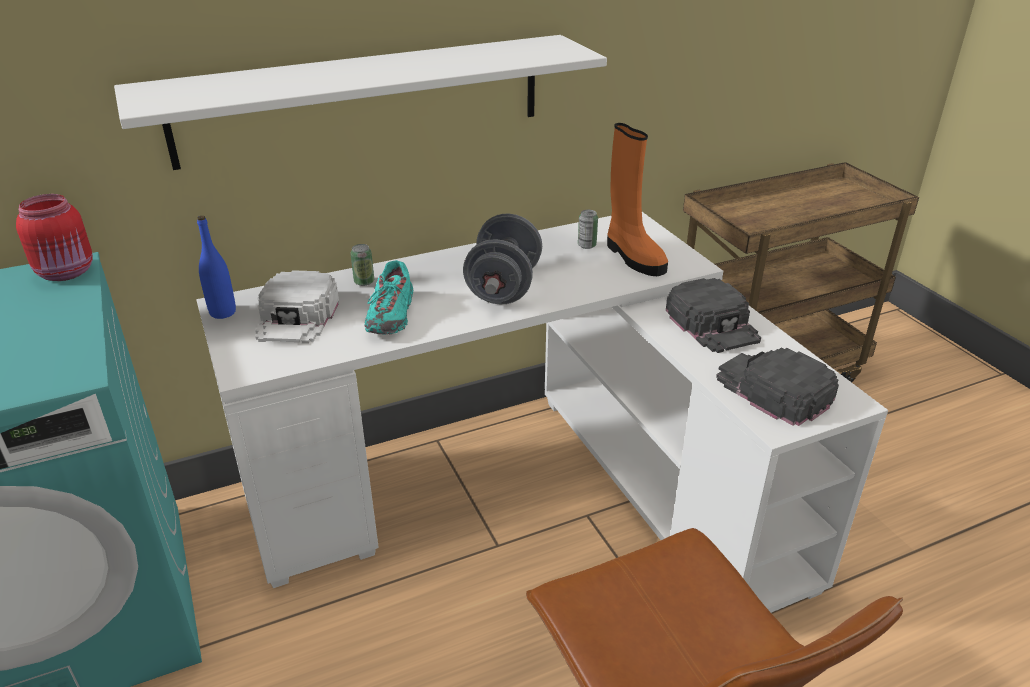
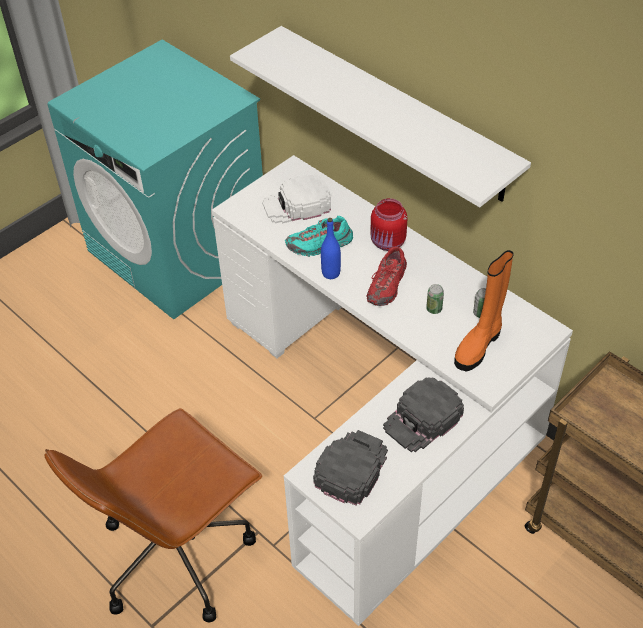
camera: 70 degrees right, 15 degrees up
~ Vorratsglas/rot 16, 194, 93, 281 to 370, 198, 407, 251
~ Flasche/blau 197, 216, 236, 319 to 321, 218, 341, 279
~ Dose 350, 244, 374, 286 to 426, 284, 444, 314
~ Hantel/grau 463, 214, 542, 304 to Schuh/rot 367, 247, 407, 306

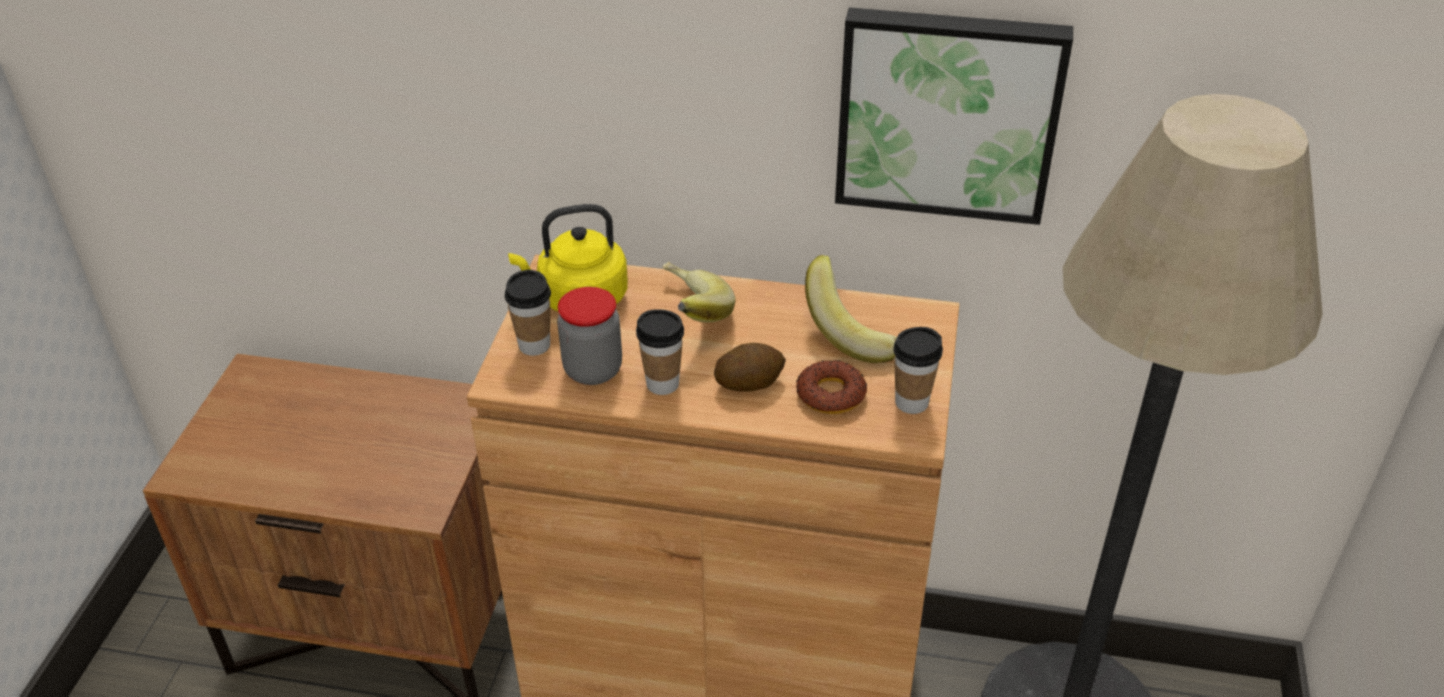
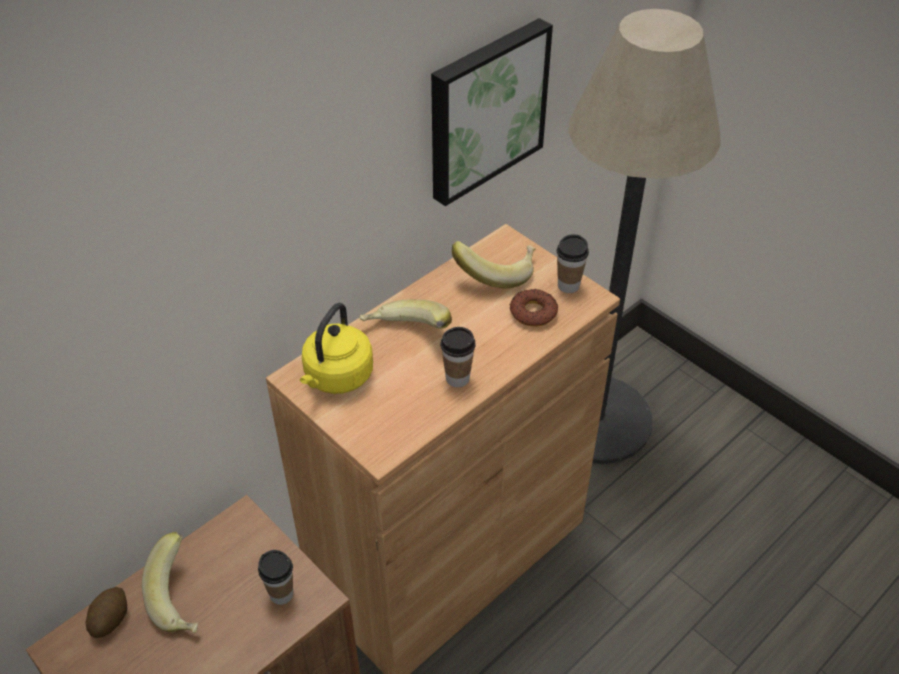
camera: 55 degrees left, 5 degrees up
~ Tasse 505, 270, 551, 356 to 258, 550, 293, 605
- Vorratsglas 557, 287, 622, 385
~ Kartoffel 714, 343, 786, 392 to 86, 587, 127, 638
+ Banane 142, 532, 198, 633

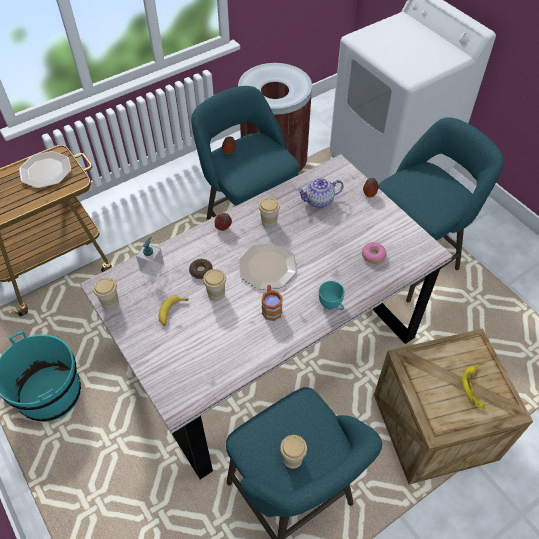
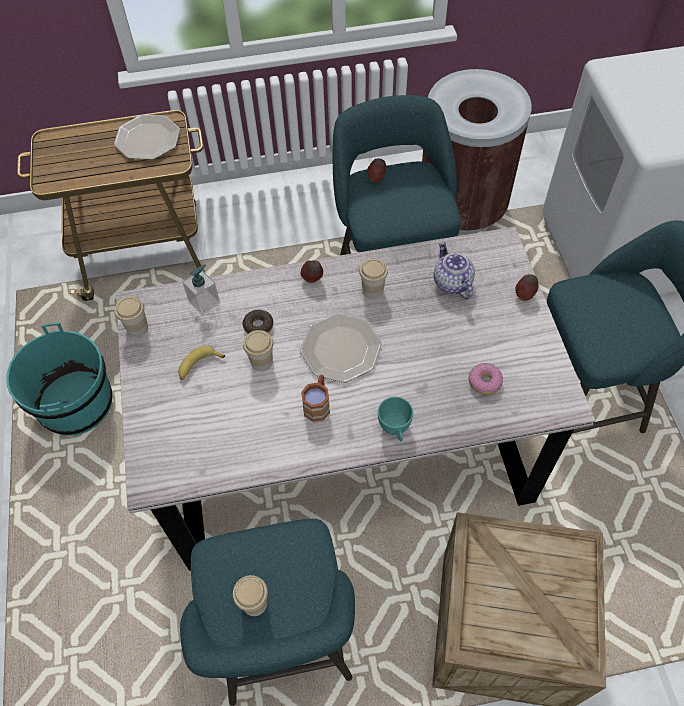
camera: 25 degrees right, 5 degrees up
~ Teekanne 297, 178, 343, 208 = 434, 240, 475, 299 60 degrees clockwise
- Banane 462, 365, 487, 409

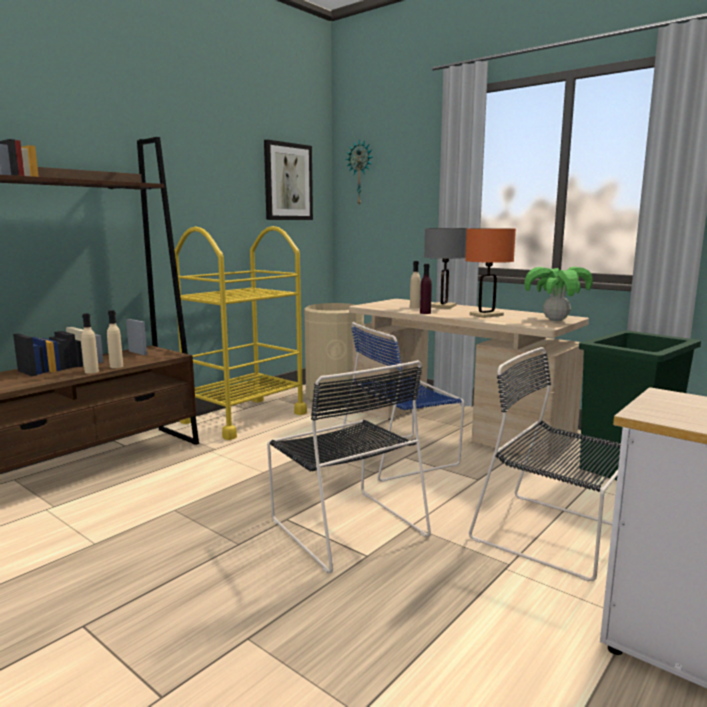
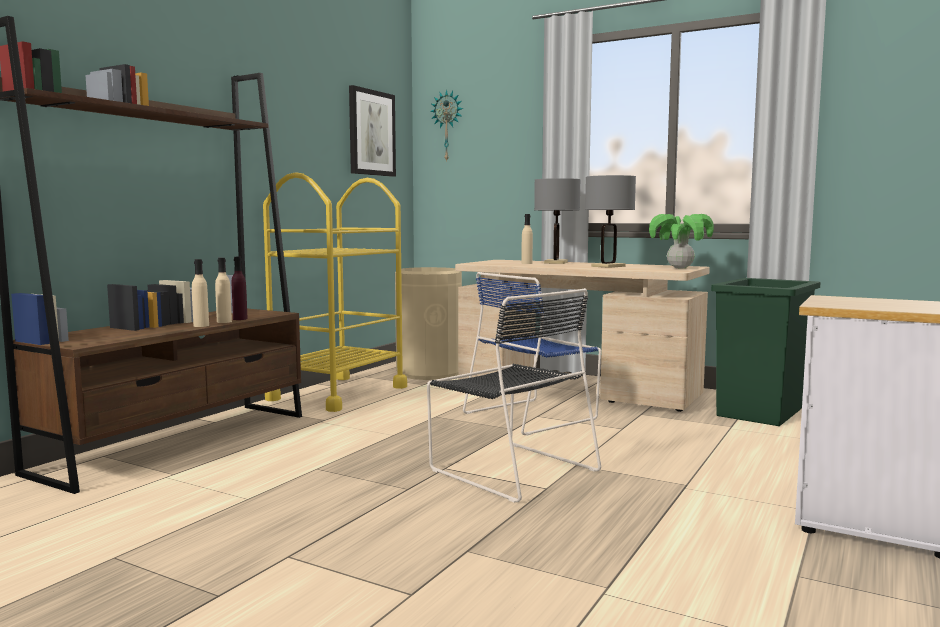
camera: 10 degrees left, 5 degrees down
~ Flasche/lila 420, 264, 432, 314 to 232, 257, 247, 320
~ Tischlampe/orange 465, 228, 516, 318 to Tischlampe/grau 585, 175, 636, 268
- Stuhl/schwarz 469, 347, 621, 581

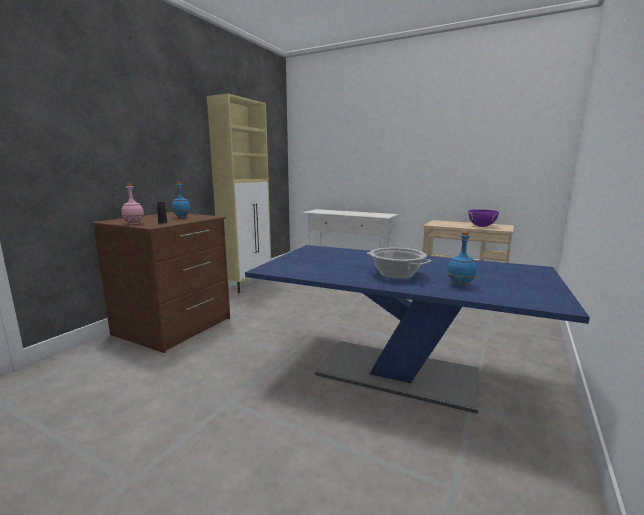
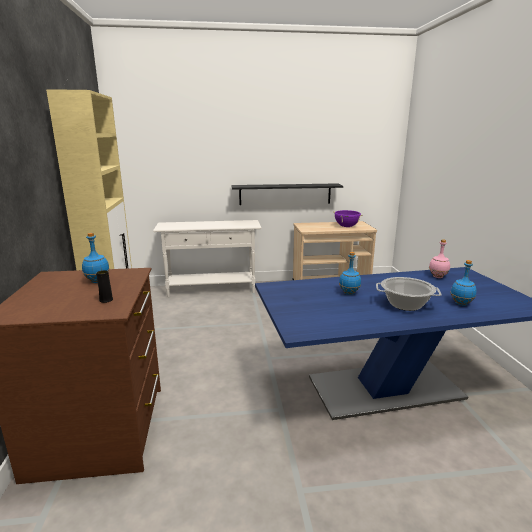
camera: 35 degrees left, 5 degrees up
~ Flasche/rosa 122, 184, 144, 225 to 429, 239, 450, 278
+ Wandregal/schwarz 231, 183, 343, 205
+ Flasche/blau 339, 252, 361, 295

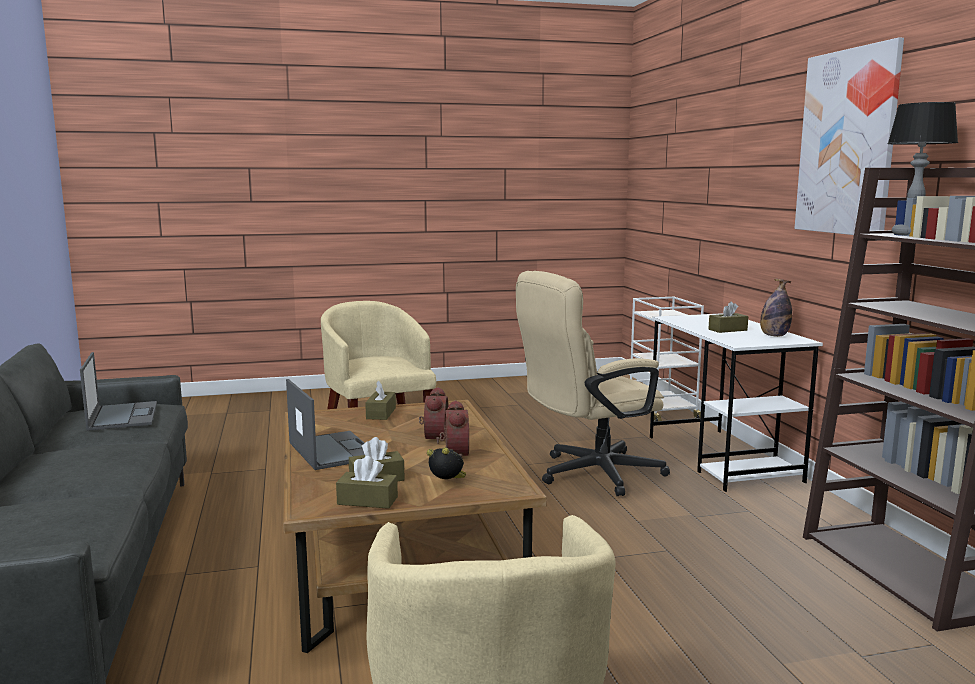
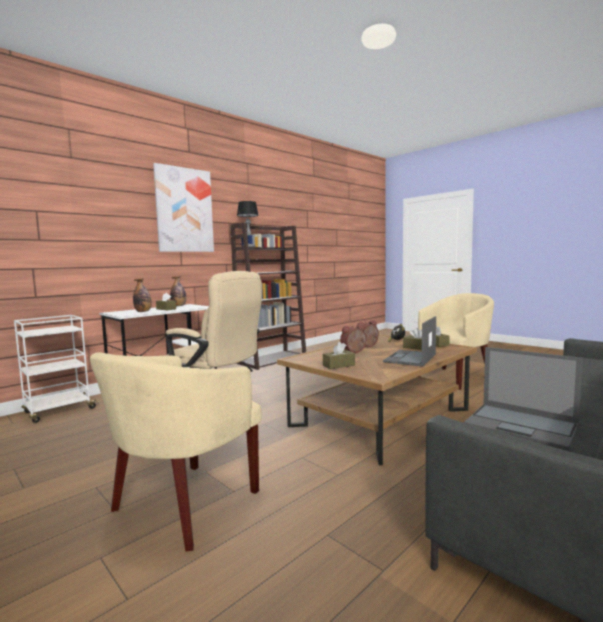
camera: 120 degrees left, 5 degrees down
~ Laptop 80, 352, 157, 431 = 464, 347, 583, 450 90 degrees counterclockwise
+ Flasche 133, 278, 152, 312

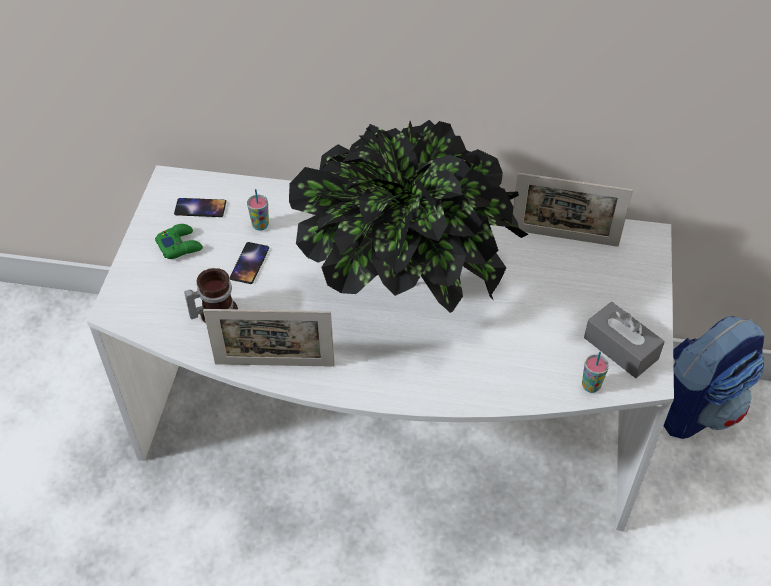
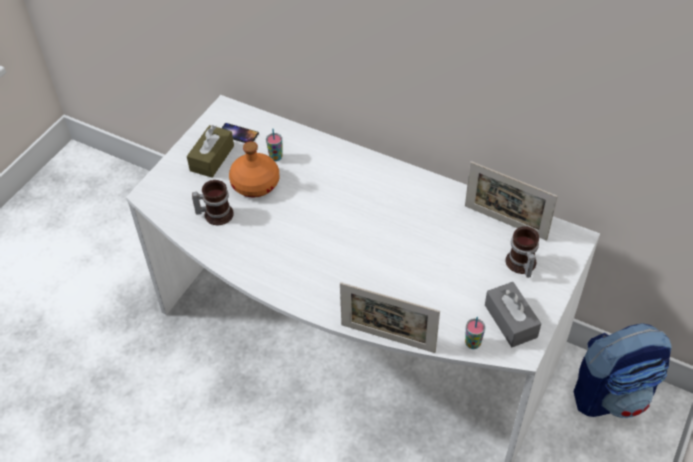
camera: 20 degrees right, 0 degrees up
~ Gamepad/grün 155, 224, 203, 259 to Taschentuchbox/braun 187, 125, 234, 178
~ Bilderrahmen 203, 309, 335, 367 to 340, 282, 440, 353
~ Handy 229, 242, 269, 284 to Flasche/orange 229, 141, 279, 198
- Topfpflanze 289, 120, 528, 313
+ Henkelbecher 506, 226, 539, 278

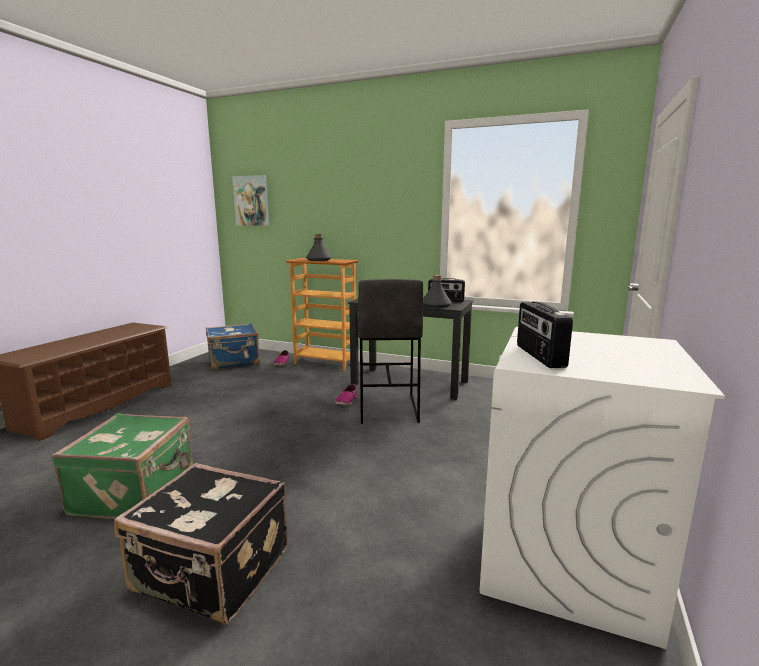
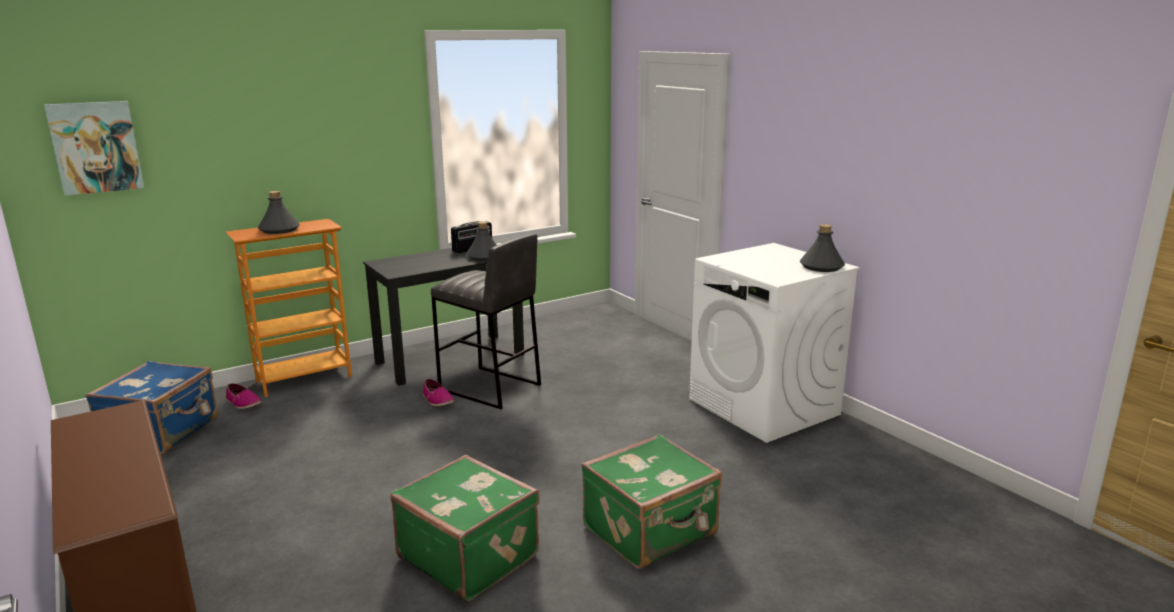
camera: 55 degrees left, 5 degrees up
~ Koffer/schwarz 114, 463, 288, 624 to Koffer/grün 581, 434, 722, 569
- Radio 517, 301, 573, 368
+ Flasche/grau 800, 224, 845, 272

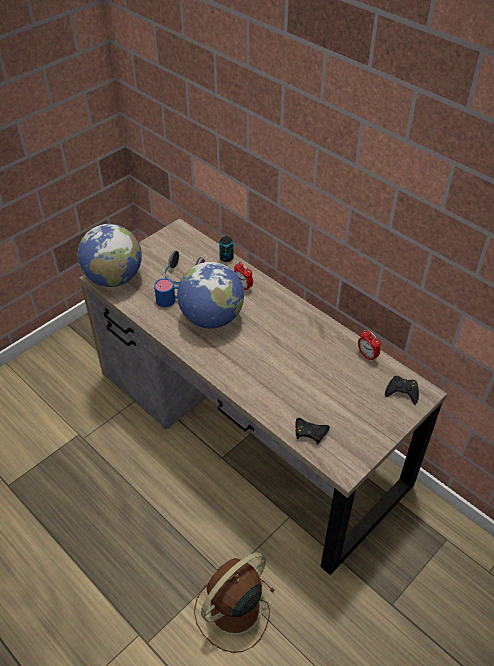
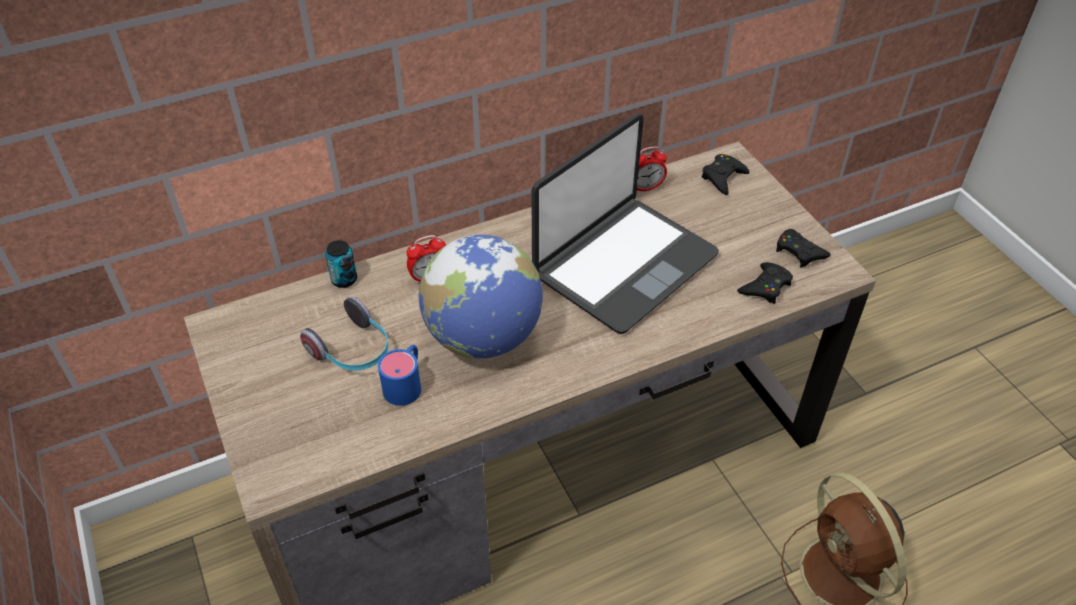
camera: 70 degrees left, 0 degrees up
- Globus 77, 224, 142, 287
+ Laptop 531, 114, 719, 334
+ Gamepad/schwarz 776, 229, 831, 268

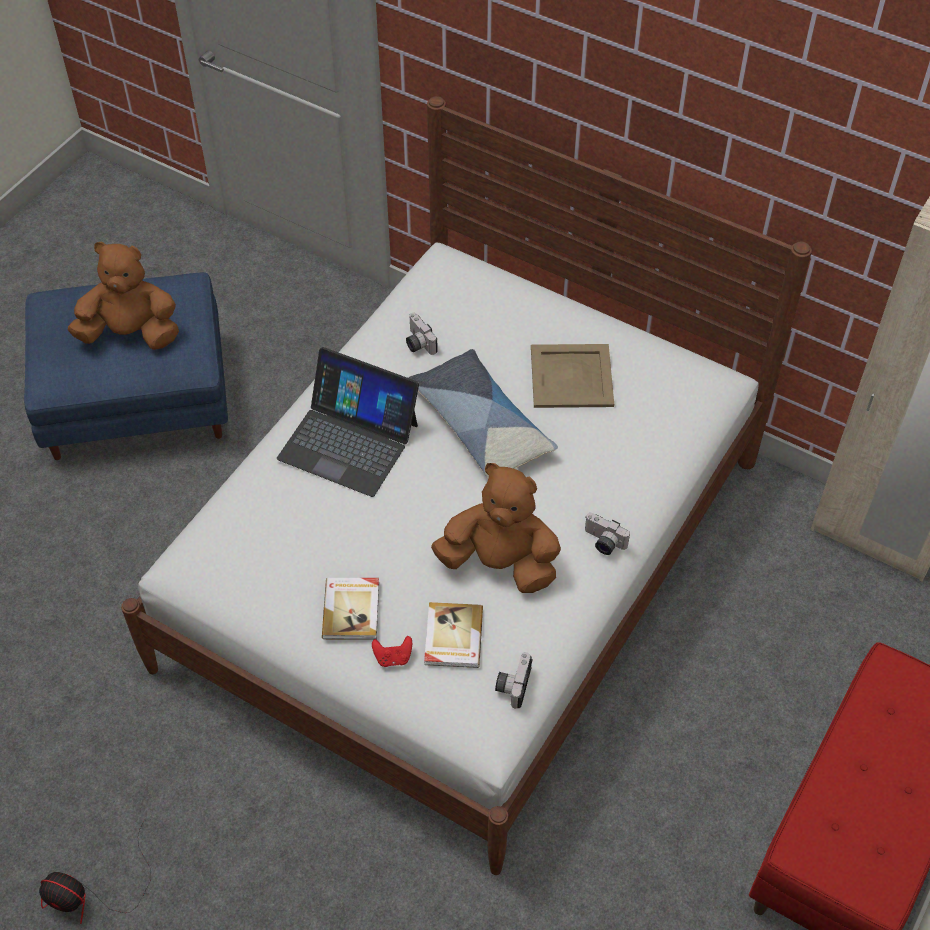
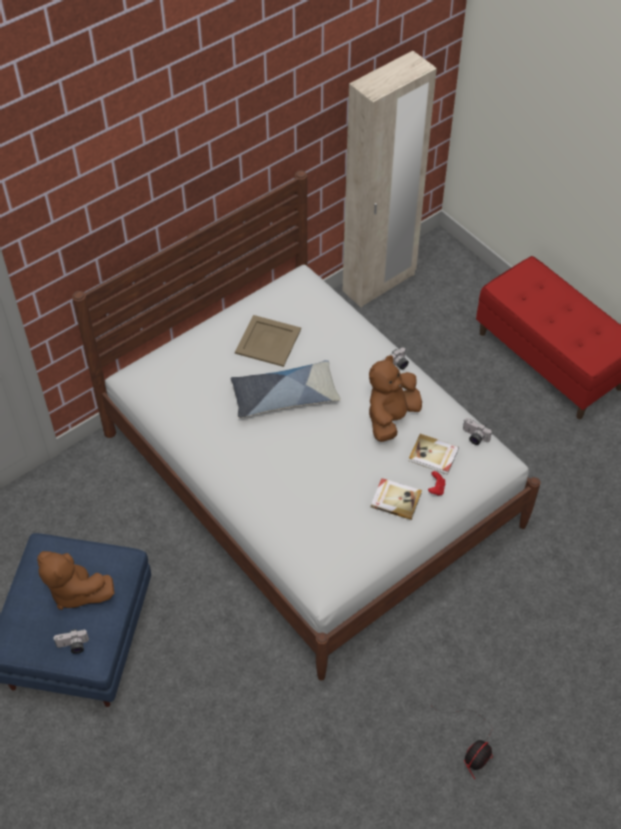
camera: 70 degrees left, 0 degrees up
~ Plüschtier/braun 68, 242, 179, 350 = 37, 551, 114, 610 75 degrees counterclockwise
- Laptop 277, 347, 419, 497
~ Kamera 406, 313, 438, 355 to 53, 629, 89, 654

